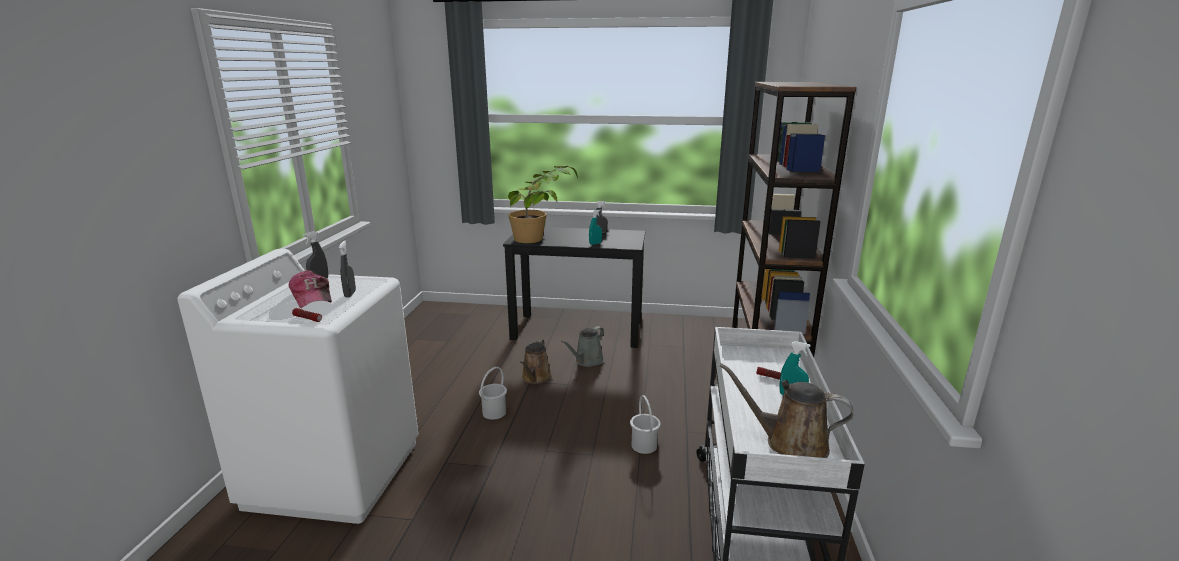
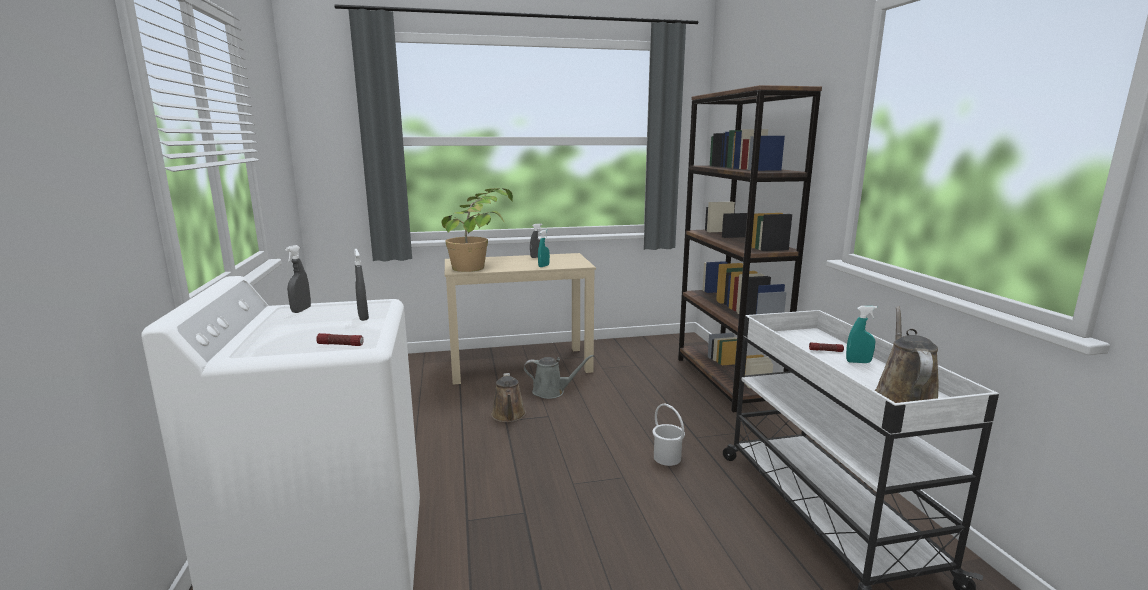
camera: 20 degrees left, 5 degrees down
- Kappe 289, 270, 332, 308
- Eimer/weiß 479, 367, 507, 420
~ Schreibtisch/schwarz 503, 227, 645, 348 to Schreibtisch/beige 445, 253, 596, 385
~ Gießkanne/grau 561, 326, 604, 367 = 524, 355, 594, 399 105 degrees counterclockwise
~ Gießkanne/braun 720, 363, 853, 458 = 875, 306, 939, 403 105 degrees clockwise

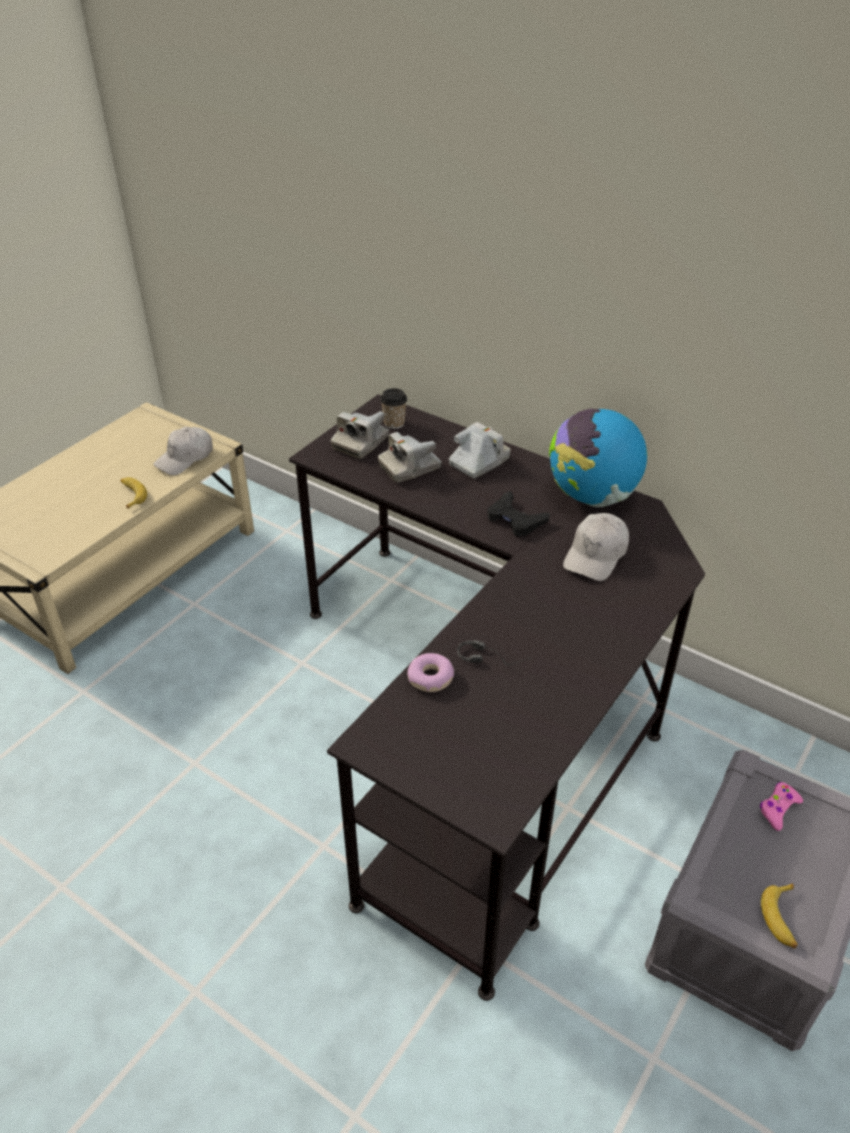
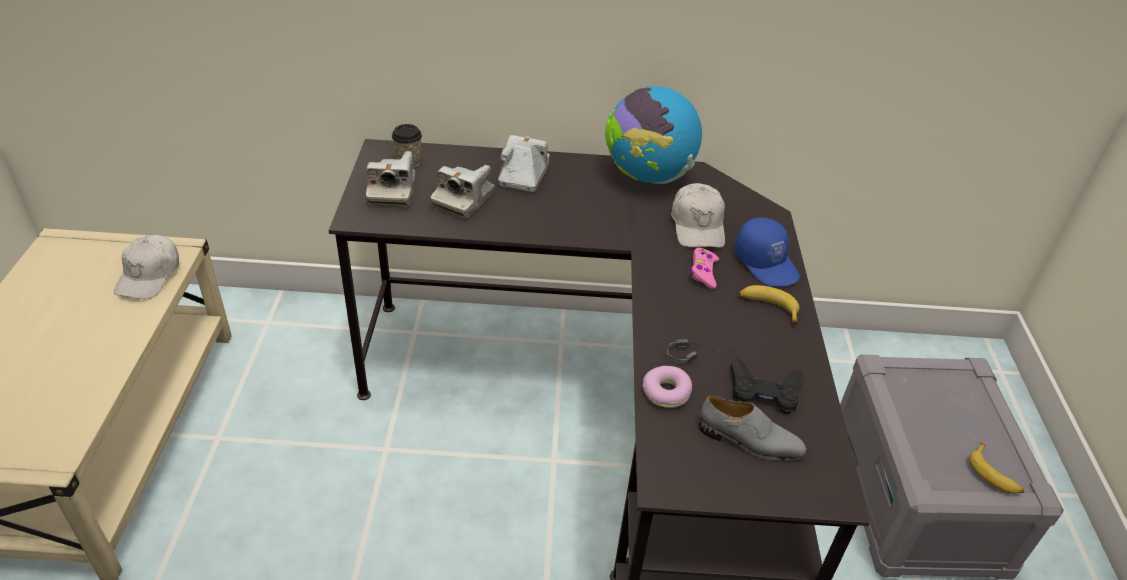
camera: 35 degrees left, 0 degrees up
~ Banane 121, 477, 147, 509 to 739, 285, 800, 324
~ Gamepad/schwarz 487, 491, 550, 537 to 730, 357, 805, 414
~ Gamepad/rosa 760, 782, 803, 831 to 690, 248, 719, 289
+ Schuh/grau 699, 395, 807, 460
+ Kappe/blau 734, 217, 800, 287

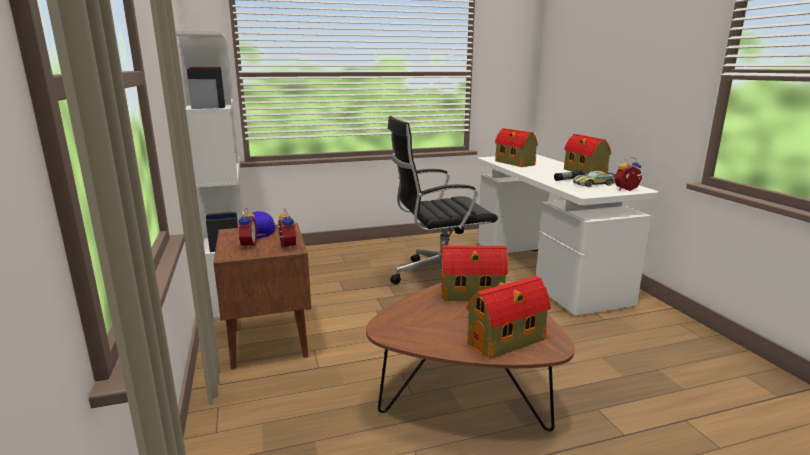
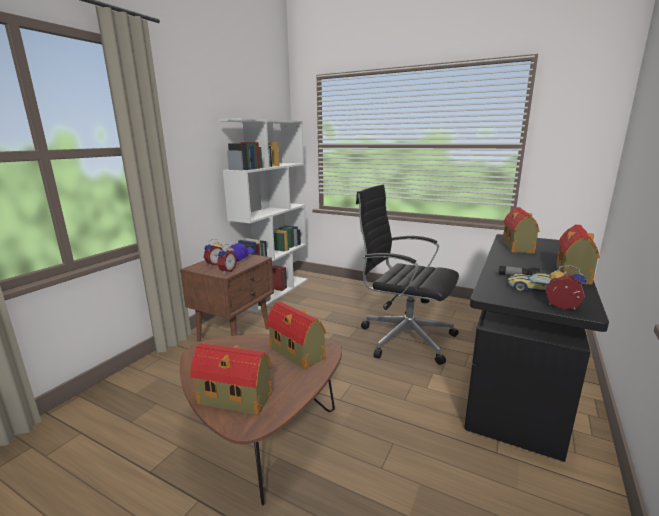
camera: 45 degrees right, 0 degrees up
~ Schreibtisch/weiß 478, 154, 659, 315 to Schreibtisch/schwarz 464, 234, 609, 462

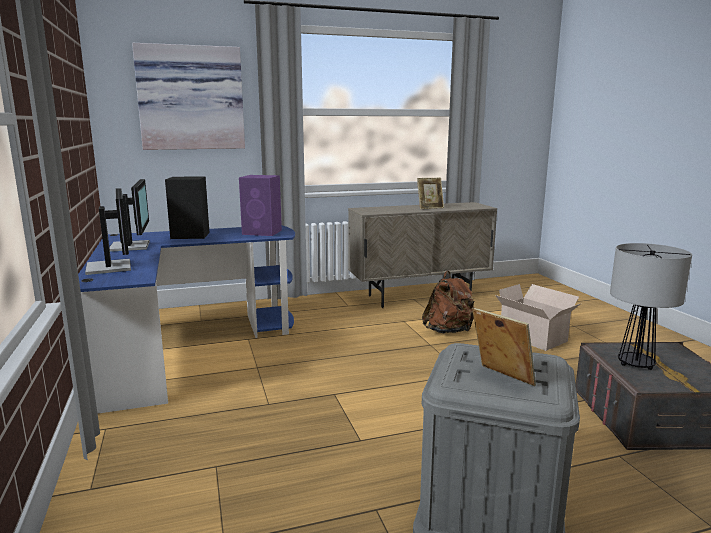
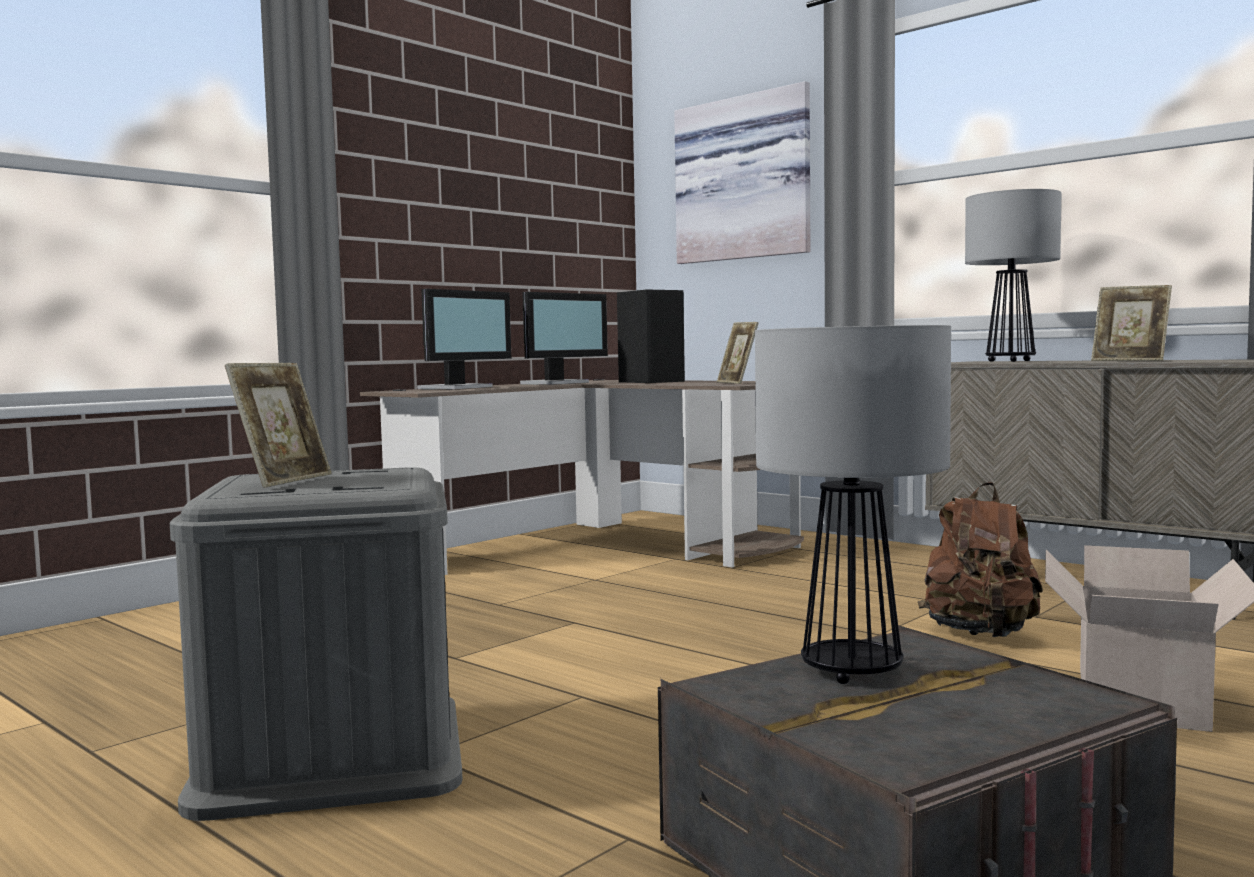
camera: 60 degrees right, 10 degrees down
~ Schreibtisch/blau 78, 225, 295, 414 to Schreibtisch/braun 360, 379, 804, 575
~ Lautsprecher/lila 239, 175, 282, 236 to Bilderrahmen 717, 322, 759, 384
+ Tischlampe 965, 189, 1061, 362

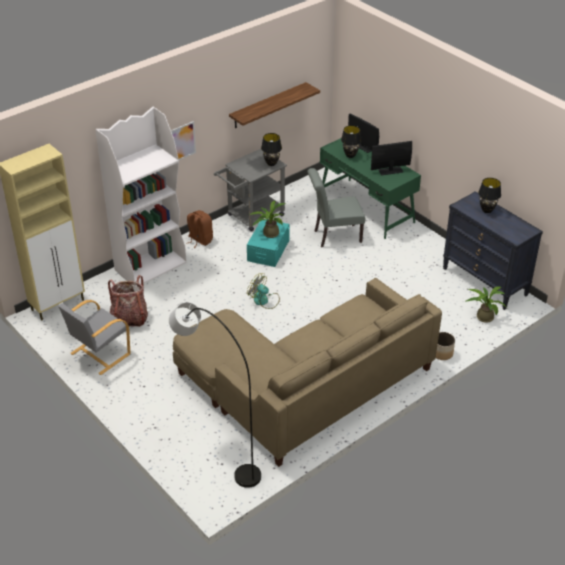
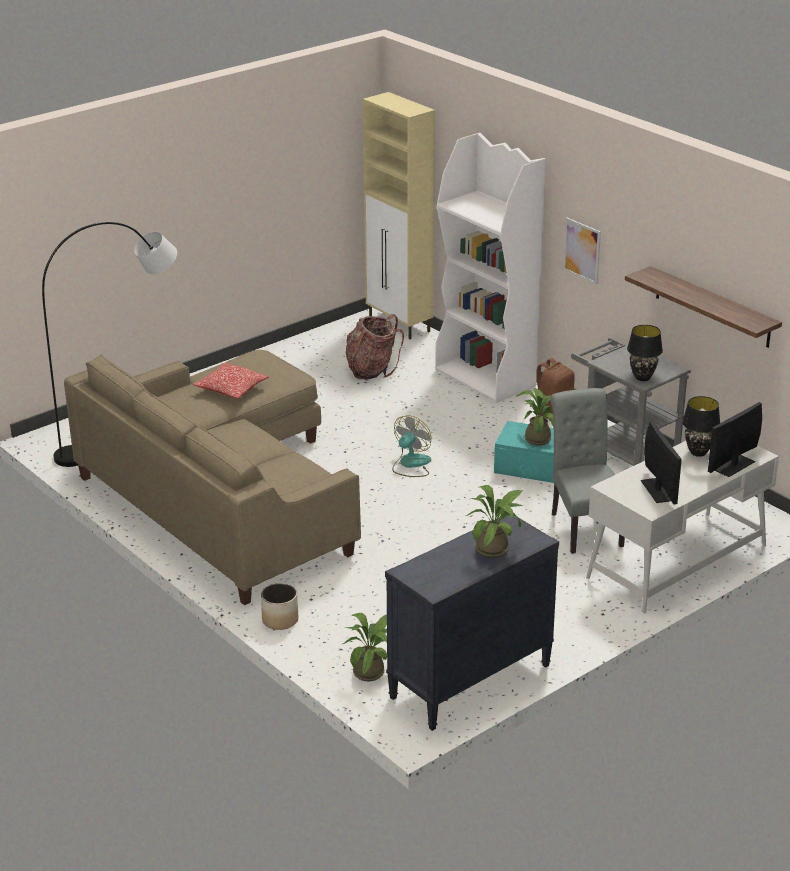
camera: 90 degrees right, 10 degrees down
- Sessel/grau 58, 300, 130, 375
~ Schreibtisch/grün 320, 138, 421, 239 to Schreibtisch/weiß 586, 441, 779, 613
~ Tischlampe/schwarz 478, 178, 501, 213 to Topfpflanze 466, 485, 523, 558
+ Kissen 193, 363, 269, 399

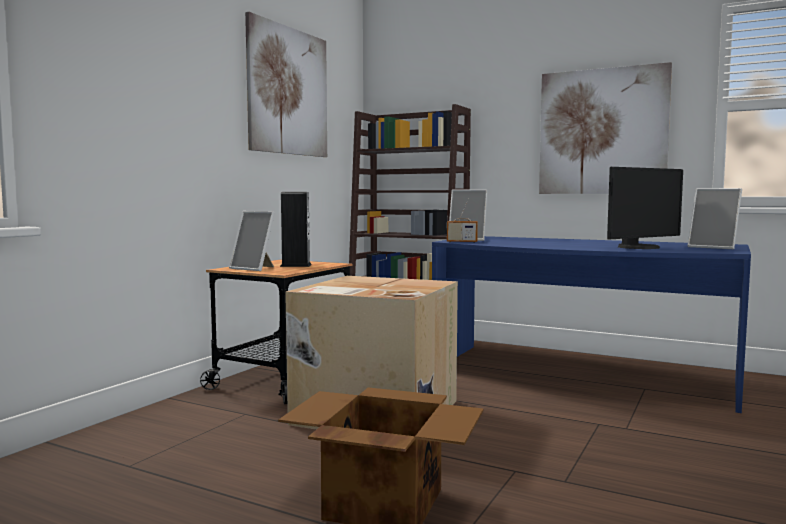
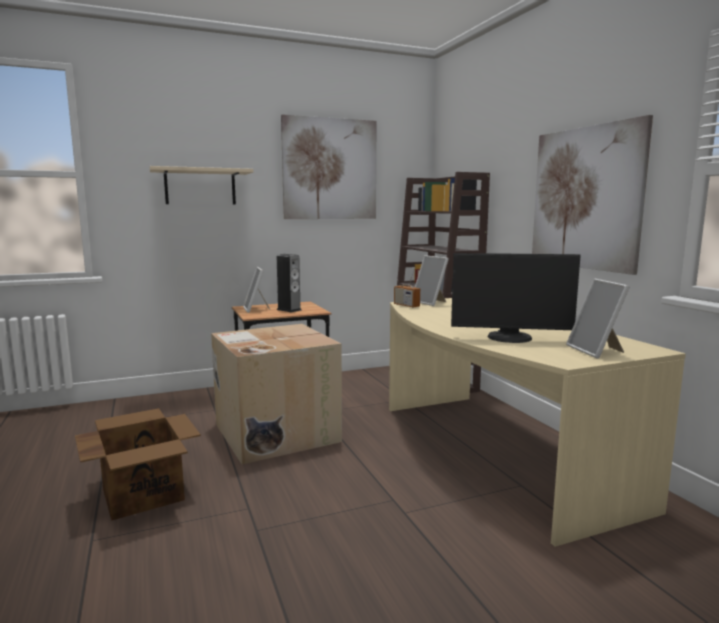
camera: 40 degrees right, 5 degrees up
~ Schreibtisch/blau 432, 236, 751, 413 to Schreibtisch/beige 389, 298, 686, 547
+ Wandregal/beige 150, 166, 253, 204

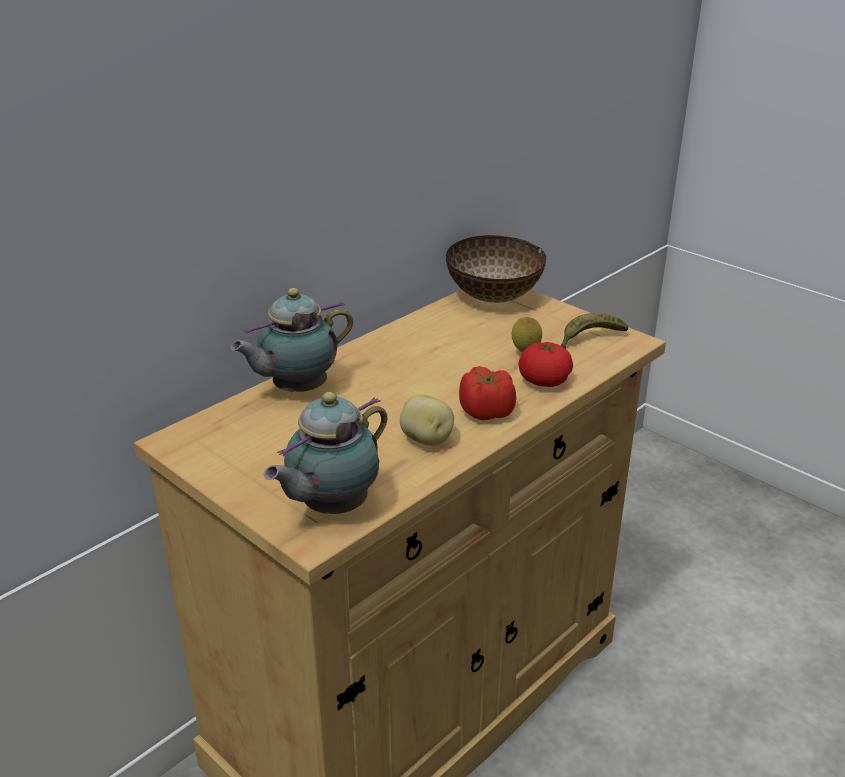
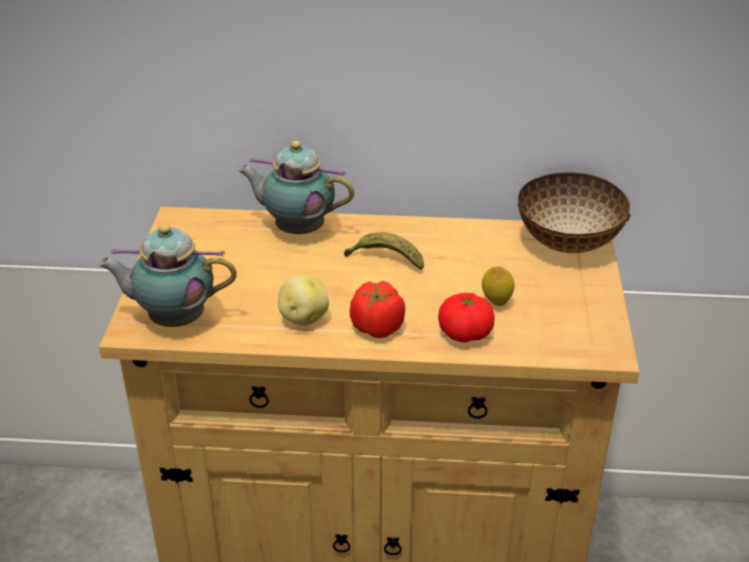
camera: 50 degrees right, 5 degrees up
~ Banane 561, 313, 628, 349 to 344, 232, 424, 270

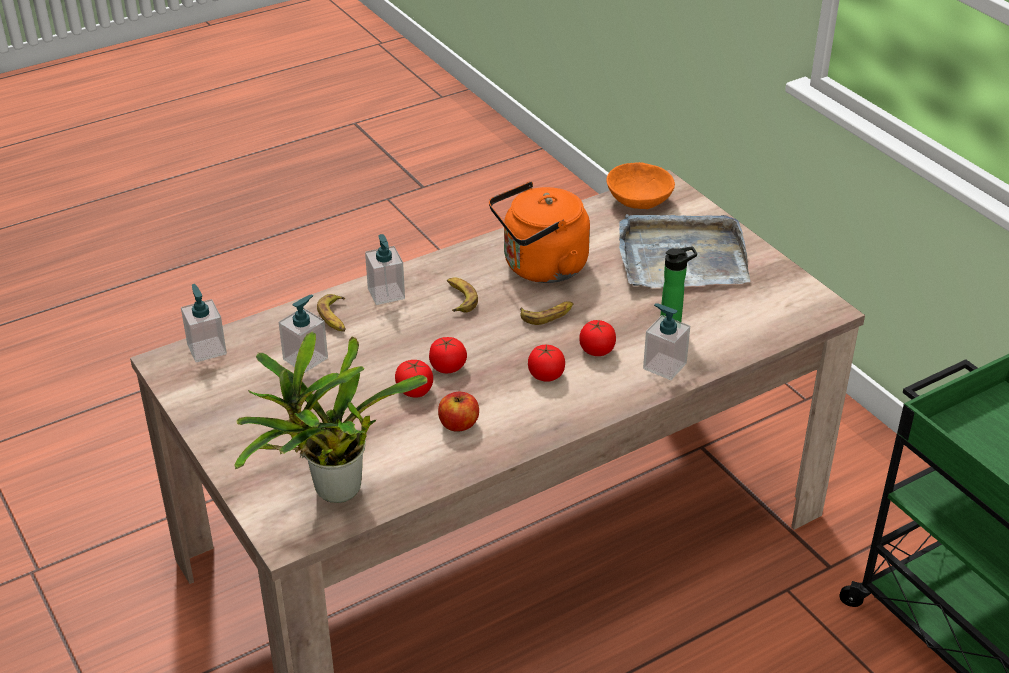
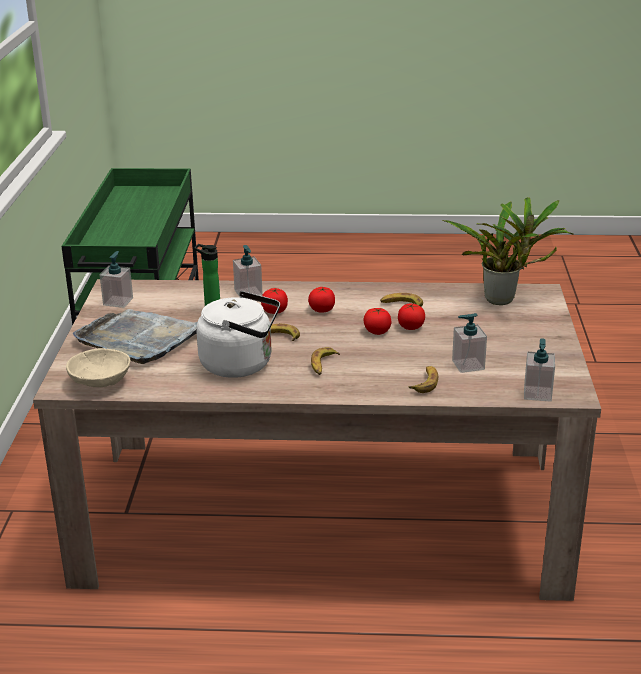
camera: 145 degrees left, 10 degrees down
~ Seifenspender 365, 234, 405, 305 to 100, 251, 133, 308
~ Apfel 438, 392, 479, 432 to Banane 380, 293, 423, 306
~ Wasserkessel/orange 489, 182, 590, 283 to Wasserkessel/weiß 196, 291, 280, 378
~ Schüssel/orange 607, 162, 675, 209 to Schüssel/beige 66, 348, 130, 387

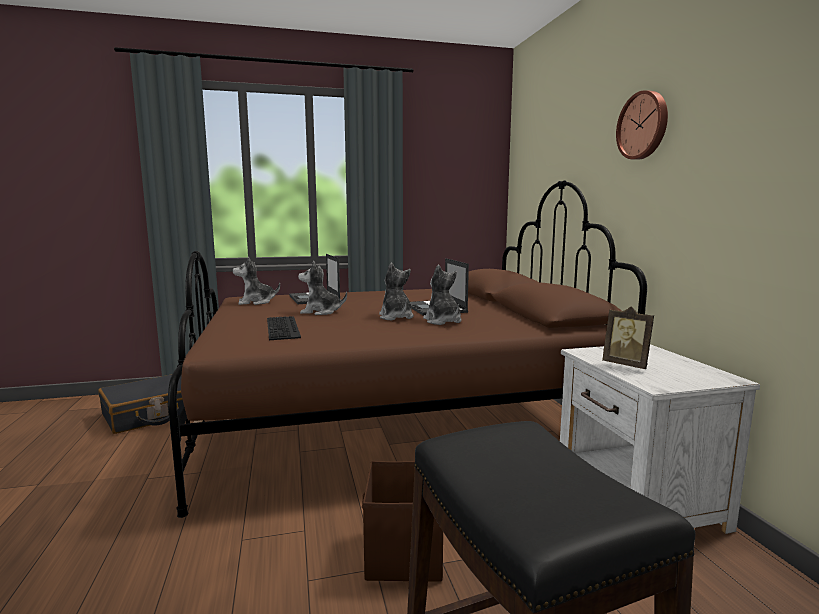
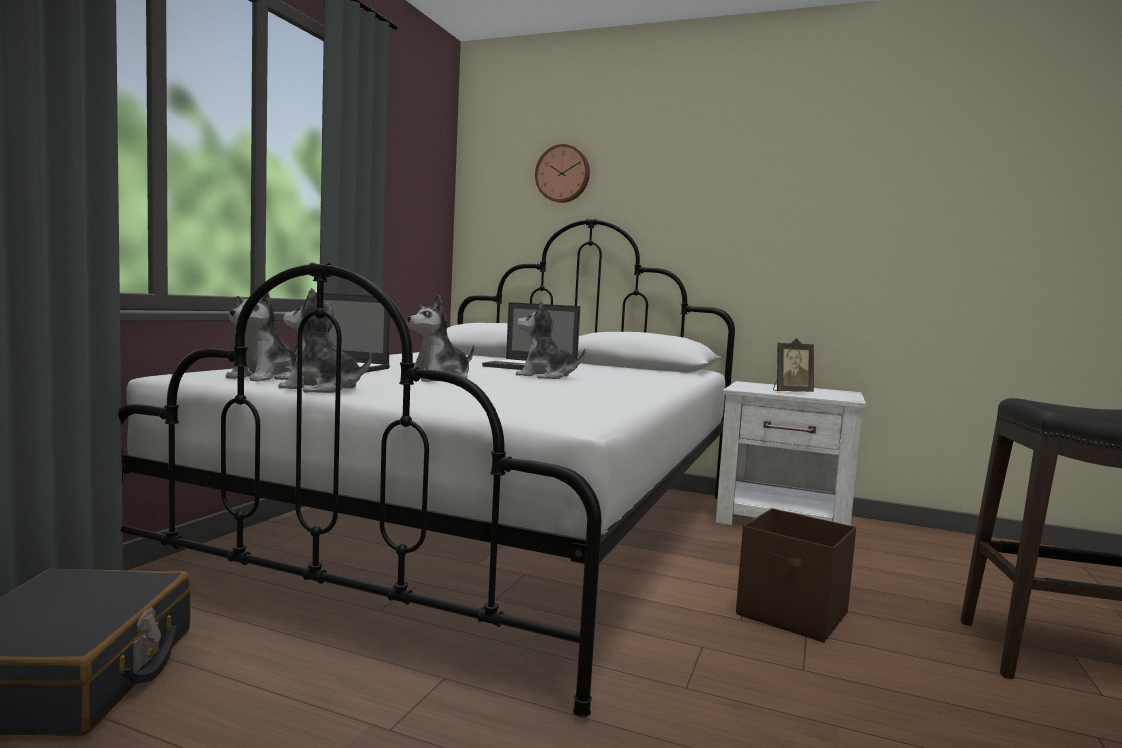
camera: 55 degrees left, 5 degrees down
~ Bett/braun 168, 180, 647, 518 to Bett/weiß 118, 219, 735, 717
- Tastatur 267, 316, 301, 340
~ Plüschtier 423, 265, 462, 325 to 278, 288, 372, 393
~ Wanduhr 616, 90, 668, 160 to 535, 144, 590, 203

